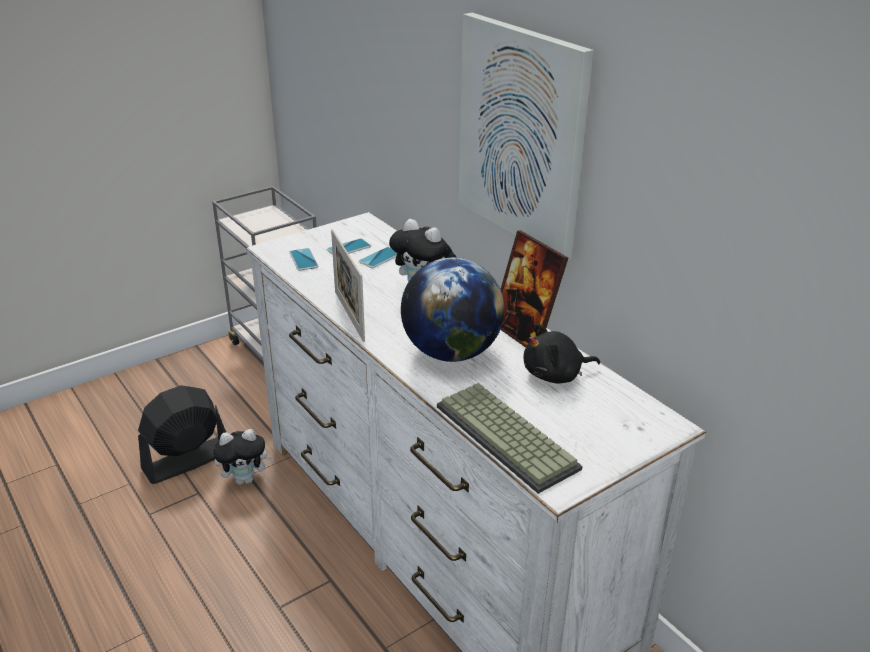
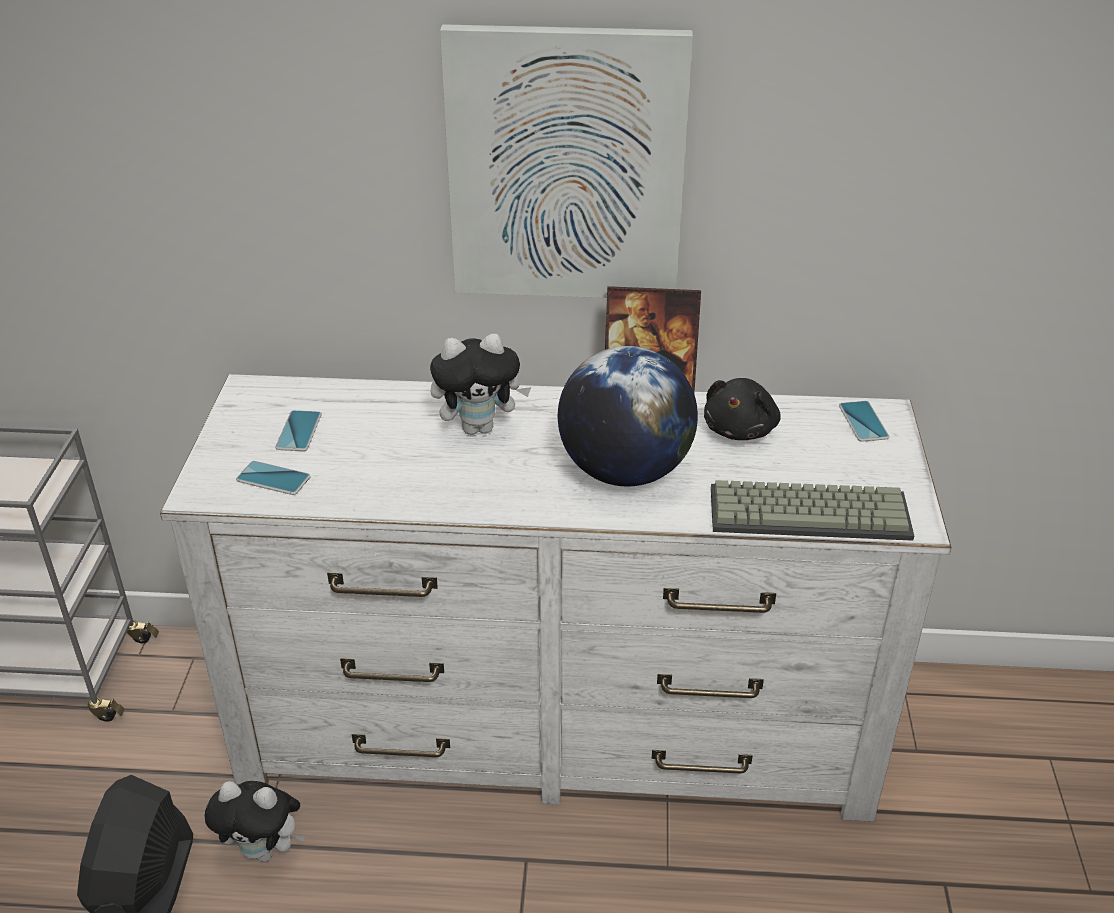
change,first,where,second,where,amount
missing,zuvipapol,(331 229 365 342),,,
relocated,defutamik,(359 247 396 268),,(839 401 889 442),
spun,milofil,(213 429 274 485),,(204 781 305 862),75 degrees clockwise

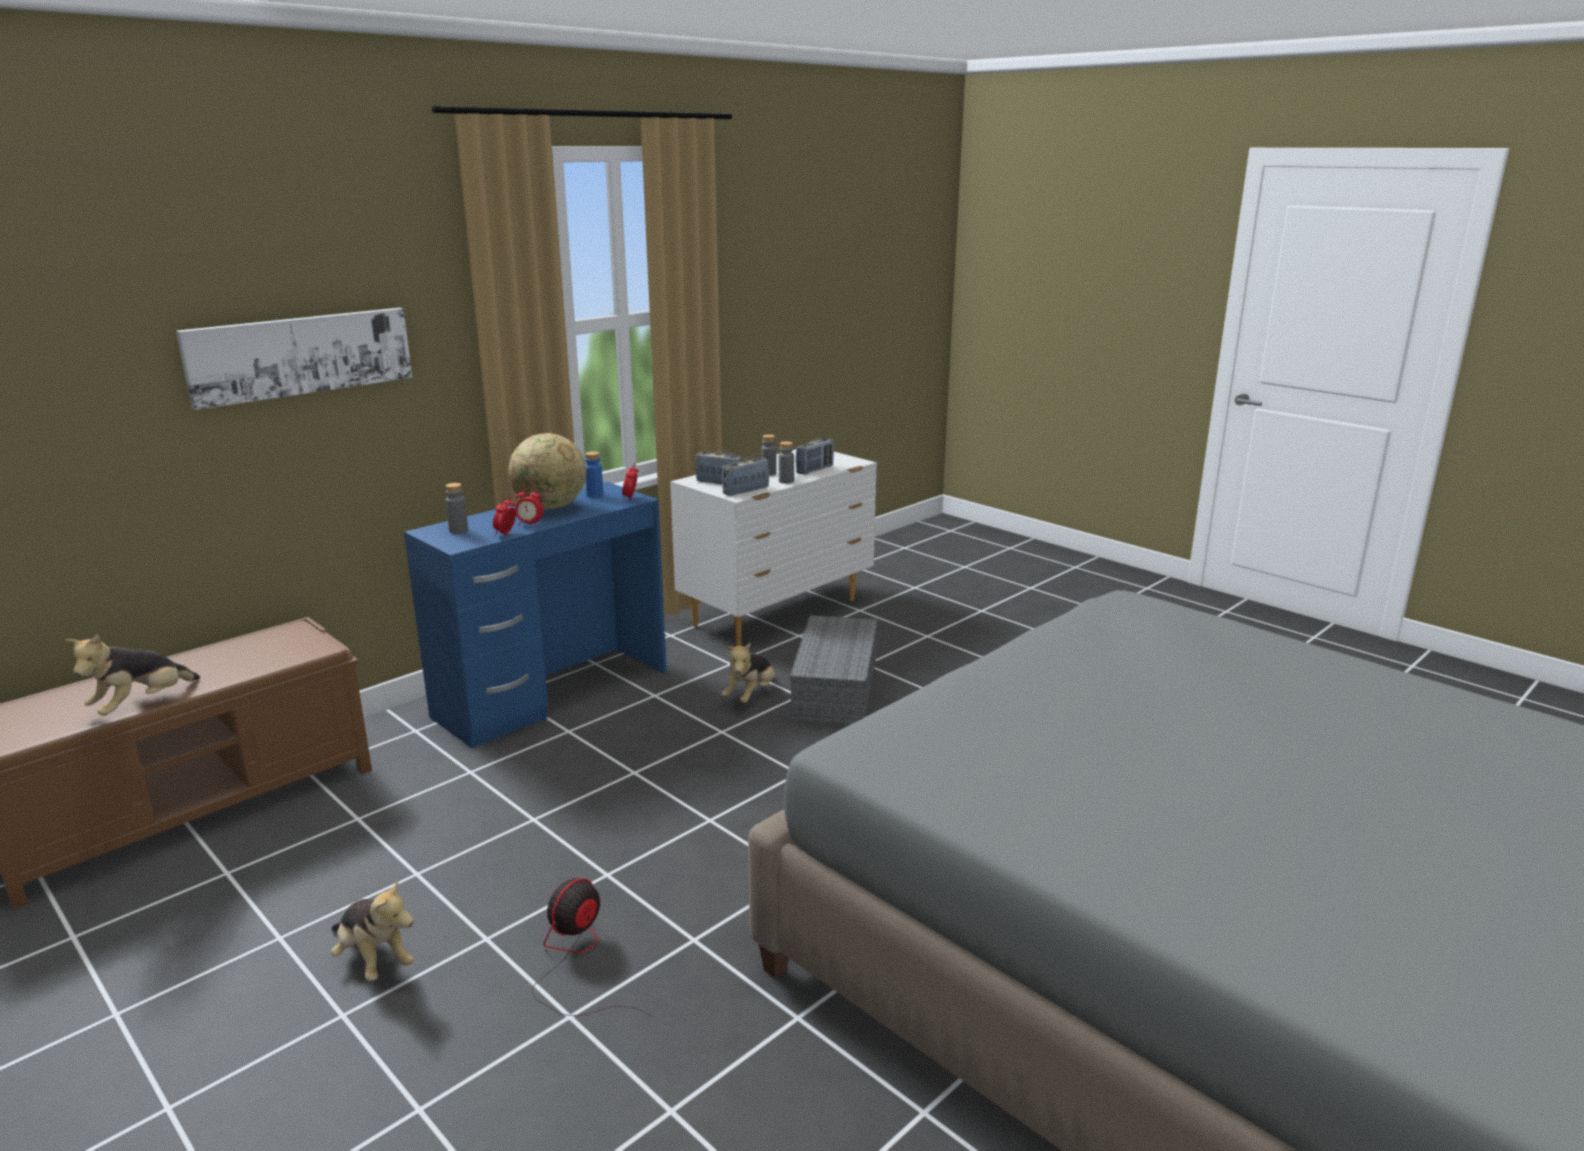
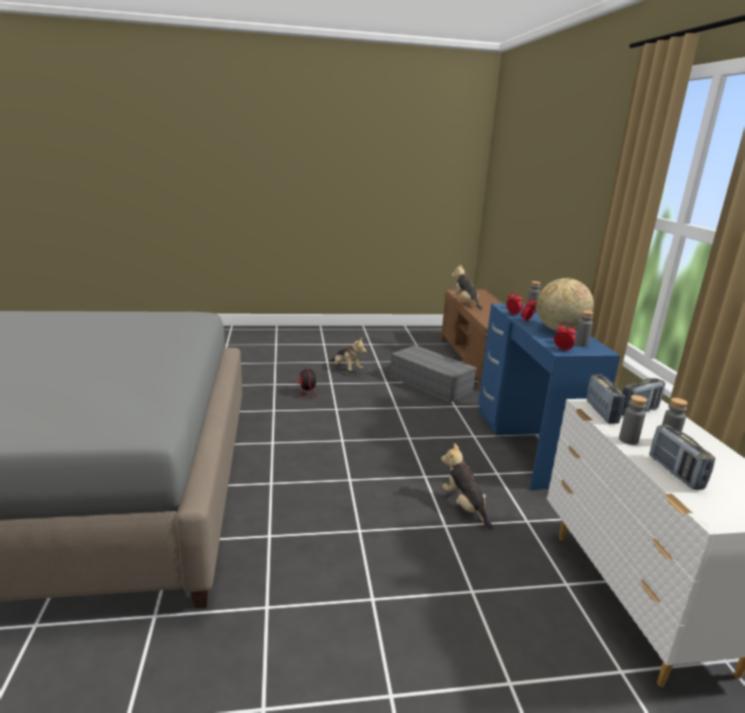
change,first,where,second,where,amount
missing,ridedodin,(176 308 412 410),,,
relocated,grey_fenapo,(790 615 878 725),,(390 345 477 403),
colour,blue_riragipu,(585 452 603 498),grey_riragipu,(575 311 594 347),
spun,milofil,(331 879 414 981),,(329 338 367 371),120 degrees counterclockwise

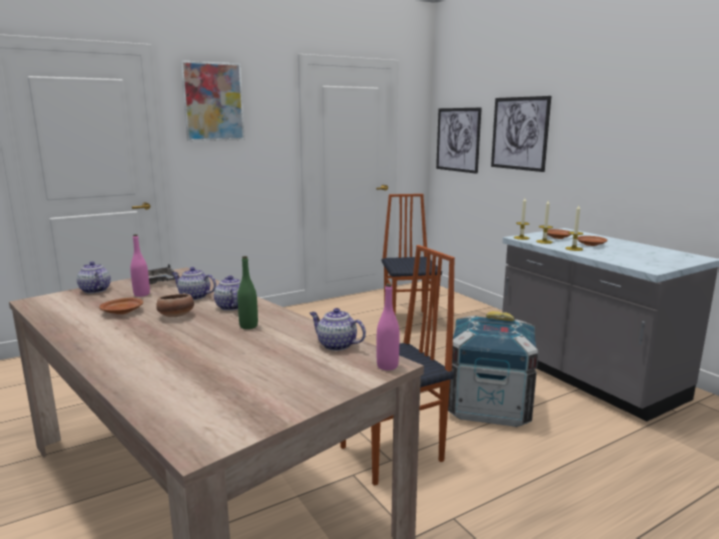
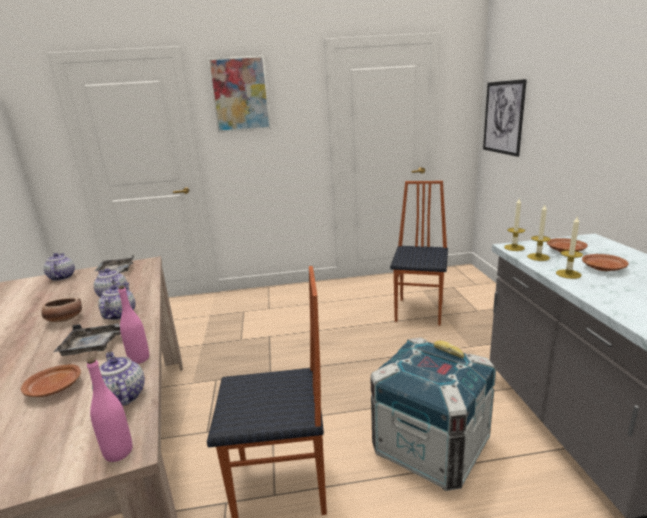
change,first,where,second,where,amount
missing,ridedodin,(491 96 551 172),,,
relocated,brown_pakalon,(99 298 143 314),,(21 364 81 397),
relocated,pink_riragipu,(130 234 150 297),,(118 286 149 364),
exchanged,green_riragipu,(237 256 258 329),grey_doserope,(54 323 121 356),

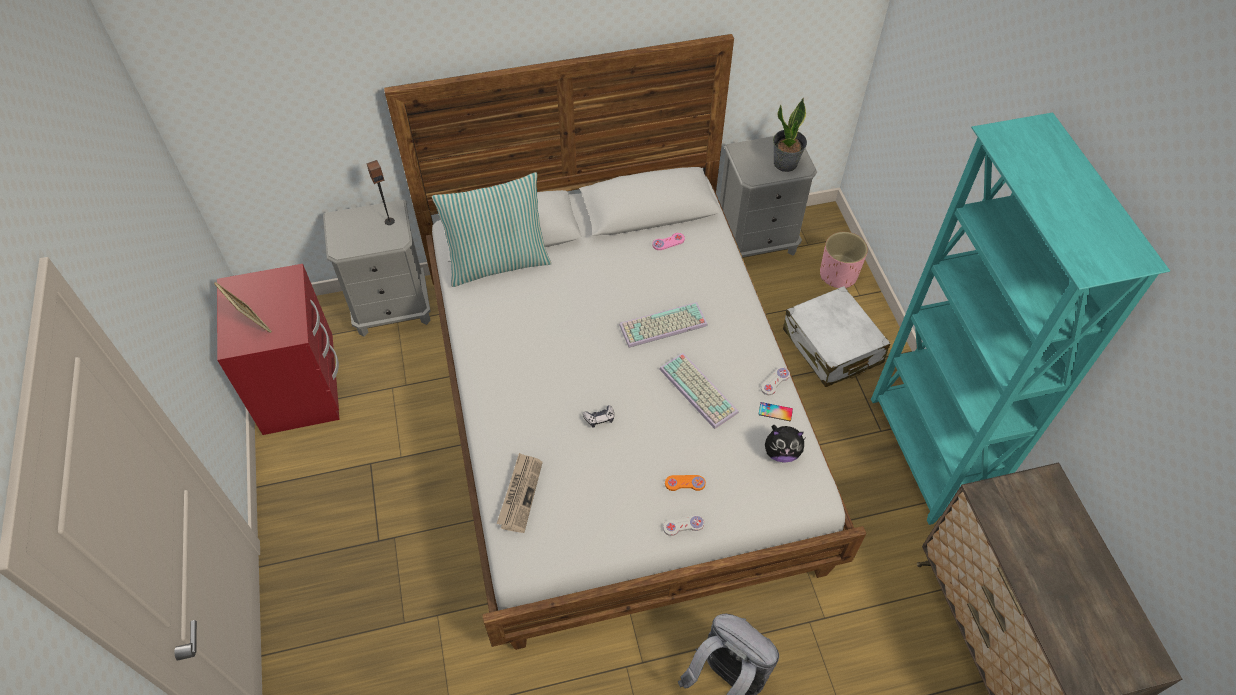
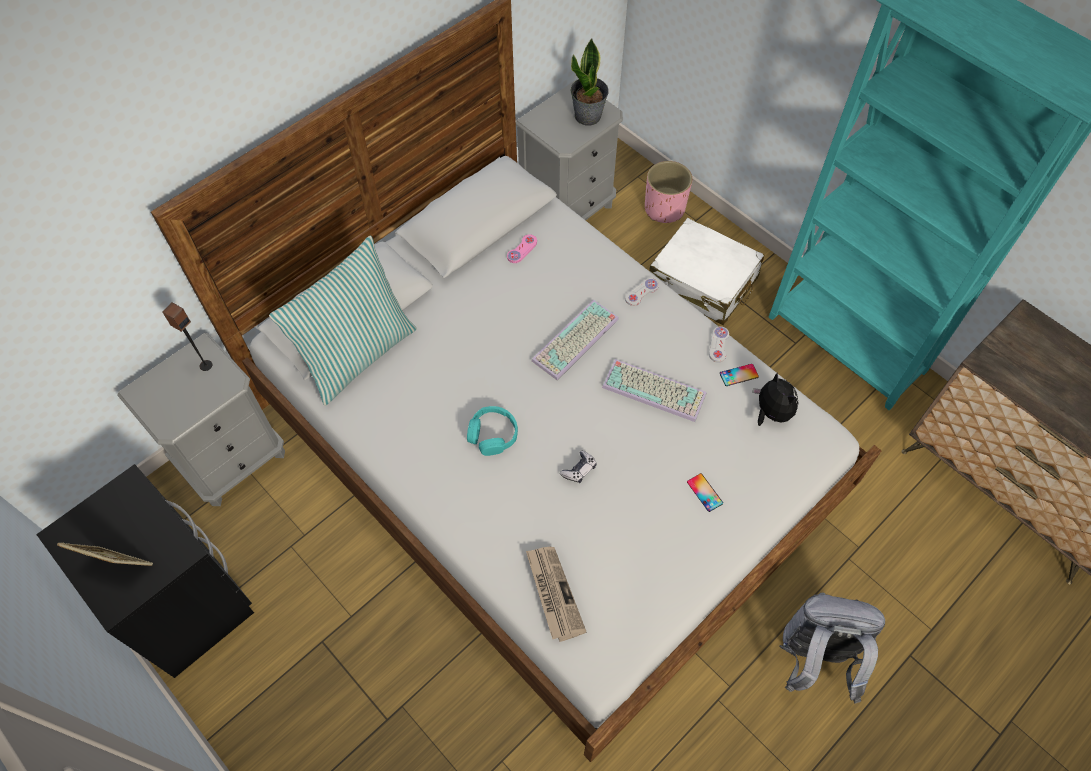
change,first,where,second,where,amount
appeared,,,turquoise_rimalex,(467 406 518 456),
relocated,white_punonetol,(663 515 704 536),,(625 278 659 306),
exchanged,orange_punonetol,(665 475 706 491),defutamik,(687 473 723 512),
colour,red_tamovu,(217 264 340 435),black_tamovu,(36 464 254 678),
spun,milofil,(765 425 804 463),,(752 373 798 426),90 degrees counterclockwise

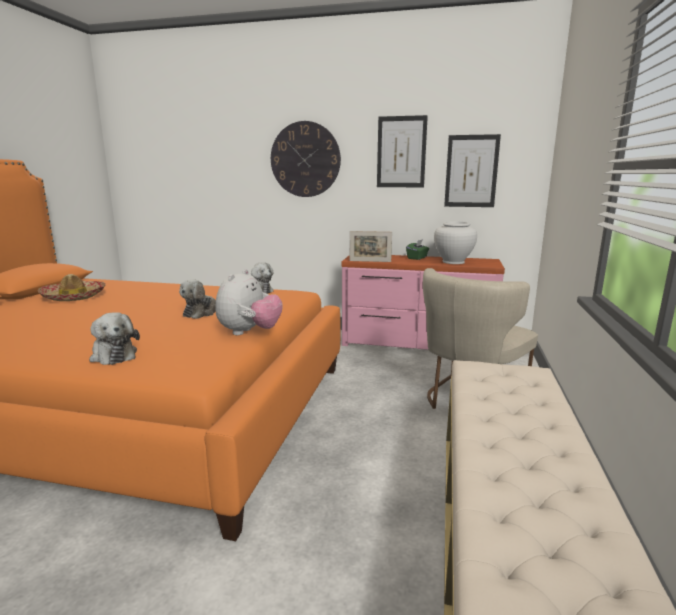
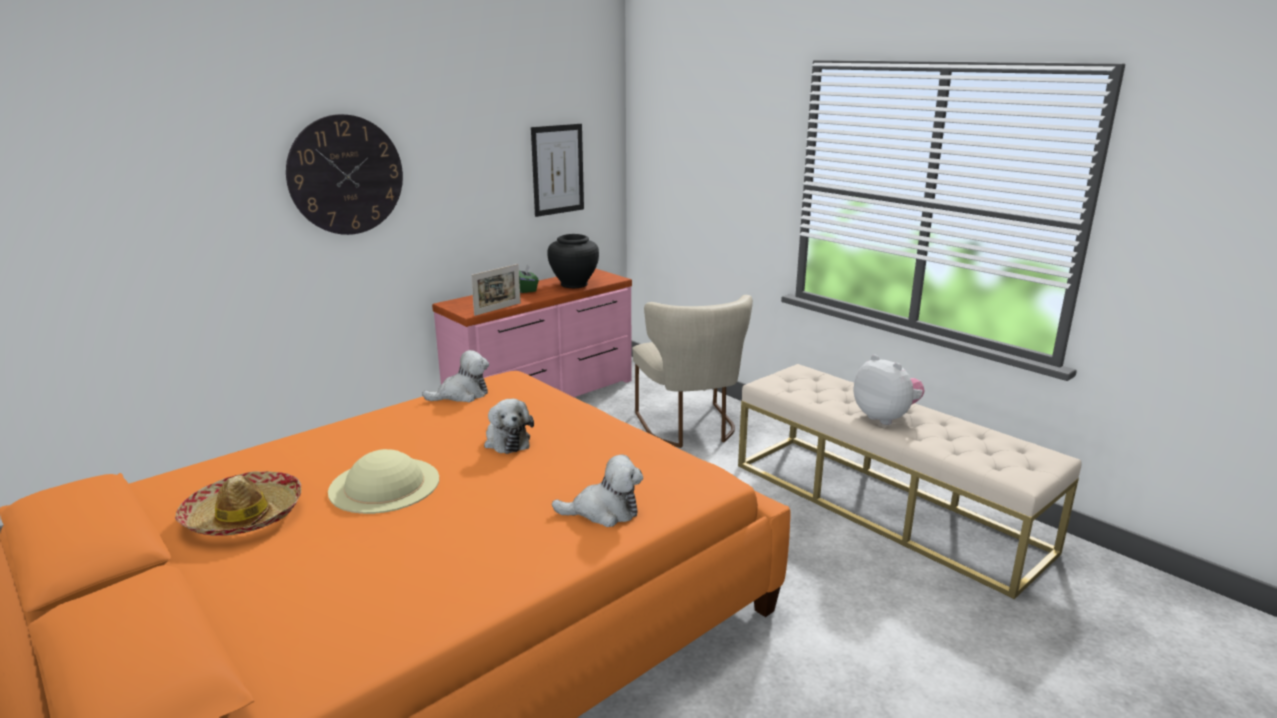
change,first,where,second,where,amount
missing,ridedodin,(377 115 428 187),,,
appeared,,,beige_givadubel,(328 449 439 514),
relocated,milofil,(215 269 283 335),,(854 355 925 425),
colour,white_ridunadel,(434 221 477 264),black_ridunadel,(547 234 599 288),

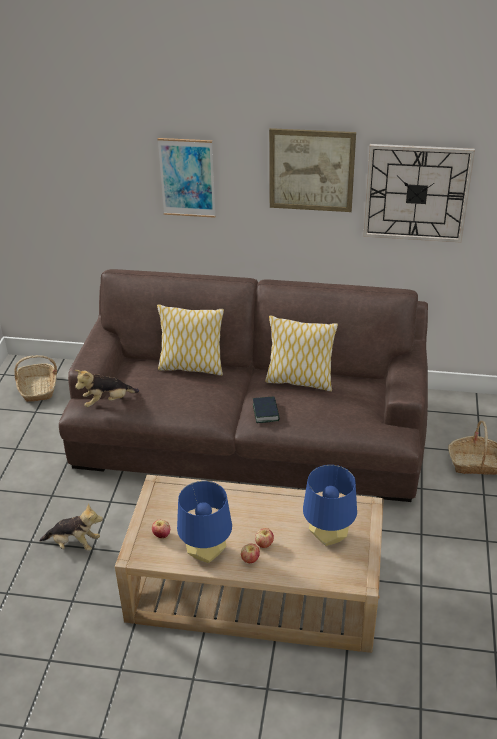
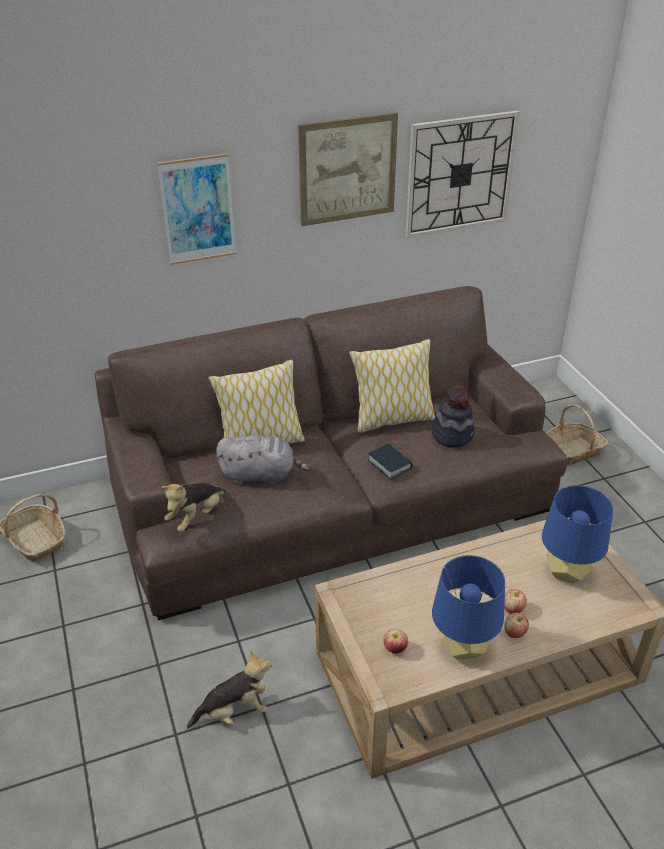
change,first,where,second,where,amount
appeared,,,grey_milofil,(216 435 309 484),
appeared,,,givadubel,(432 385 475 447),

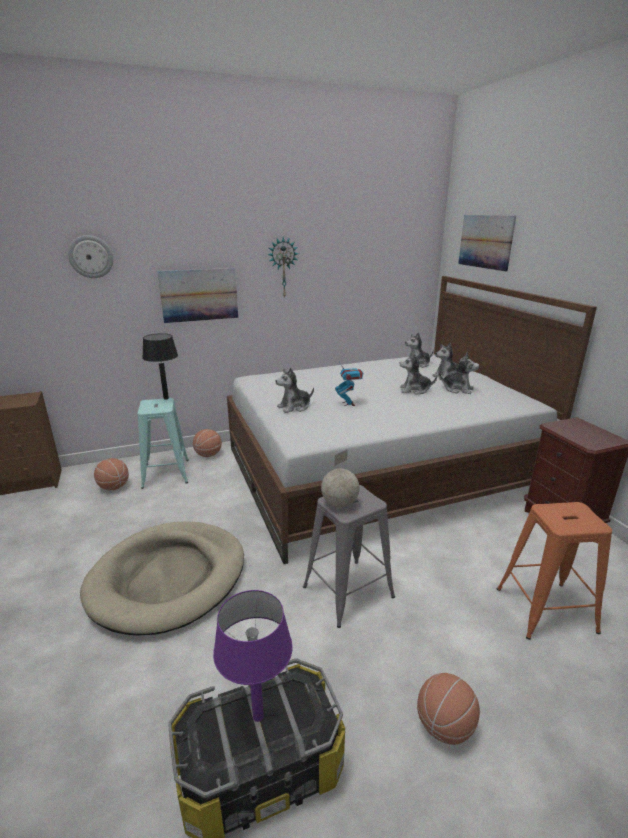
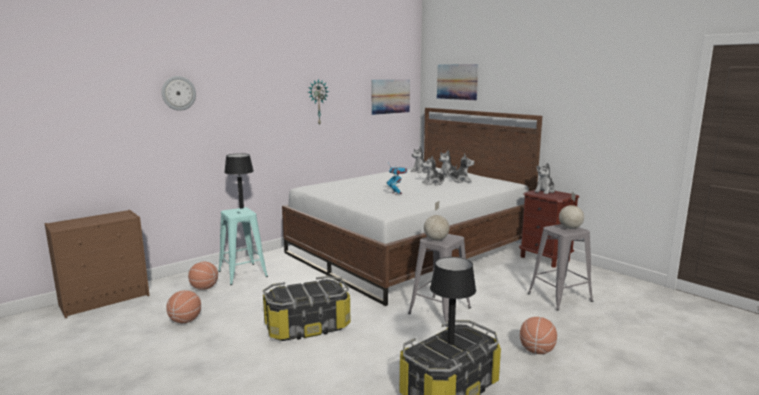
change,first,where,second,where,amount
appeared,,,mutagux,(559 192 584 229),
relocated,ridedodin,(157 268 238 323),,(372 79 410 115),
relocated,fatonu,(193 429 222 457),,(166 290 201 323),
relocated,milofil,(276 368 314 413),,(534 163 555 194),
exchanged,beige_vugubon,(80 521 244 635),fenapo,(263 276 350 341),
colour,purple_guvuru,(213 590 293 722),black_guvuru,(430 257 476 345),
colour,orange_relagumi,(497 502 612 640),grey_relagumi,(528 224 593 311),

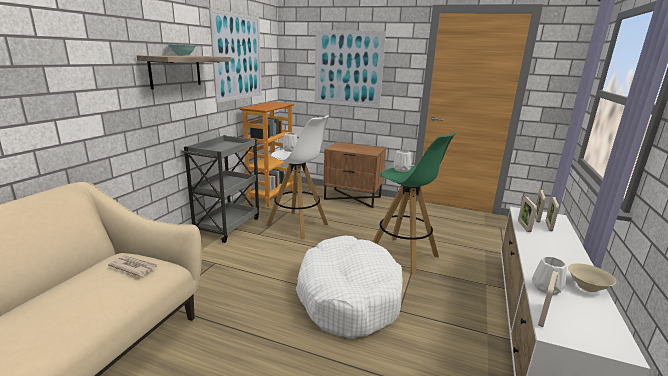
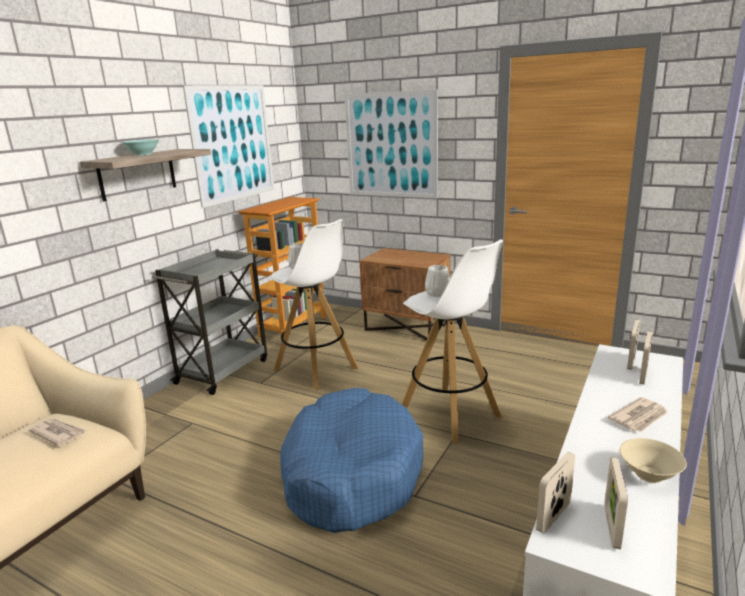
change,first,where,second,where,amount
missing,white_ridunadel,(532 257 567 295),,,
appeared,,,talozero,(608 397 668 432),
relocated,zuvipapol,(518 196 537 232),,(605 457 628 549),
colour,white_vugubon,(296 236 403 339),blue_vugubon,(280 388 423 533),
colour,green_relagumi,(373 132 457 275),white_relagumi,(402 239 503 444),

